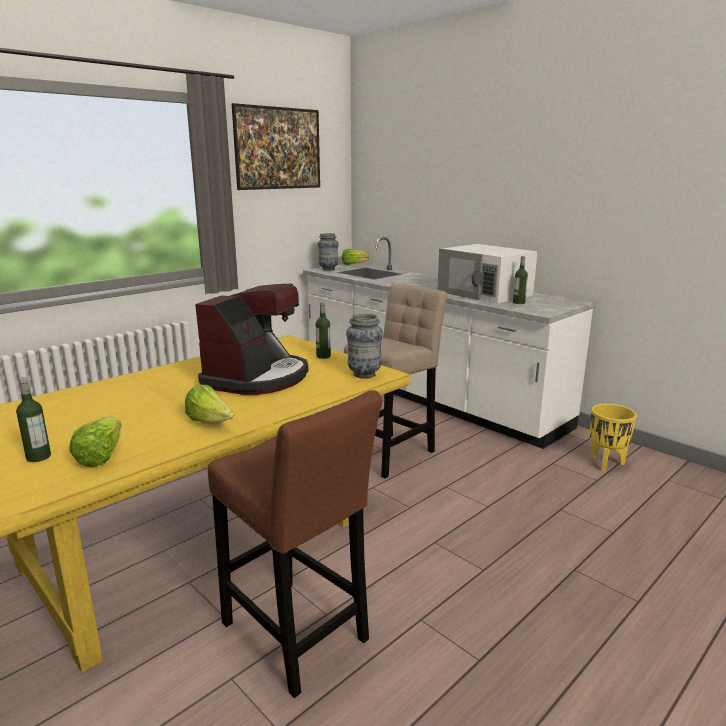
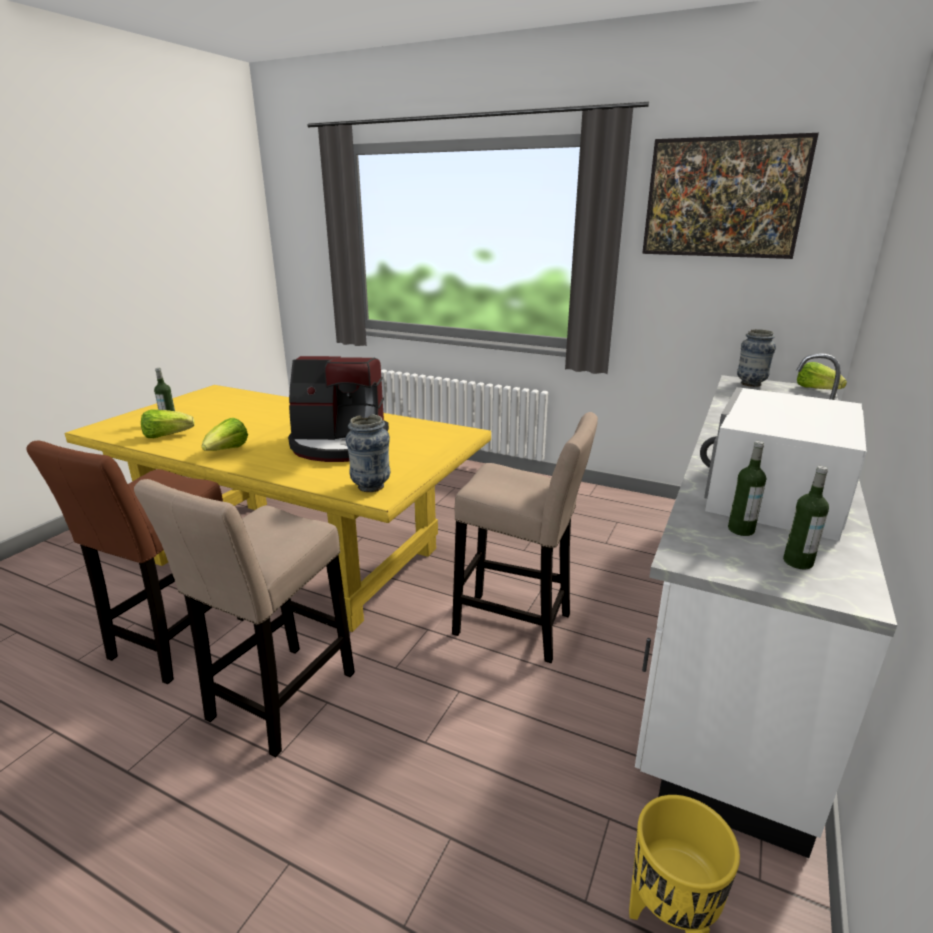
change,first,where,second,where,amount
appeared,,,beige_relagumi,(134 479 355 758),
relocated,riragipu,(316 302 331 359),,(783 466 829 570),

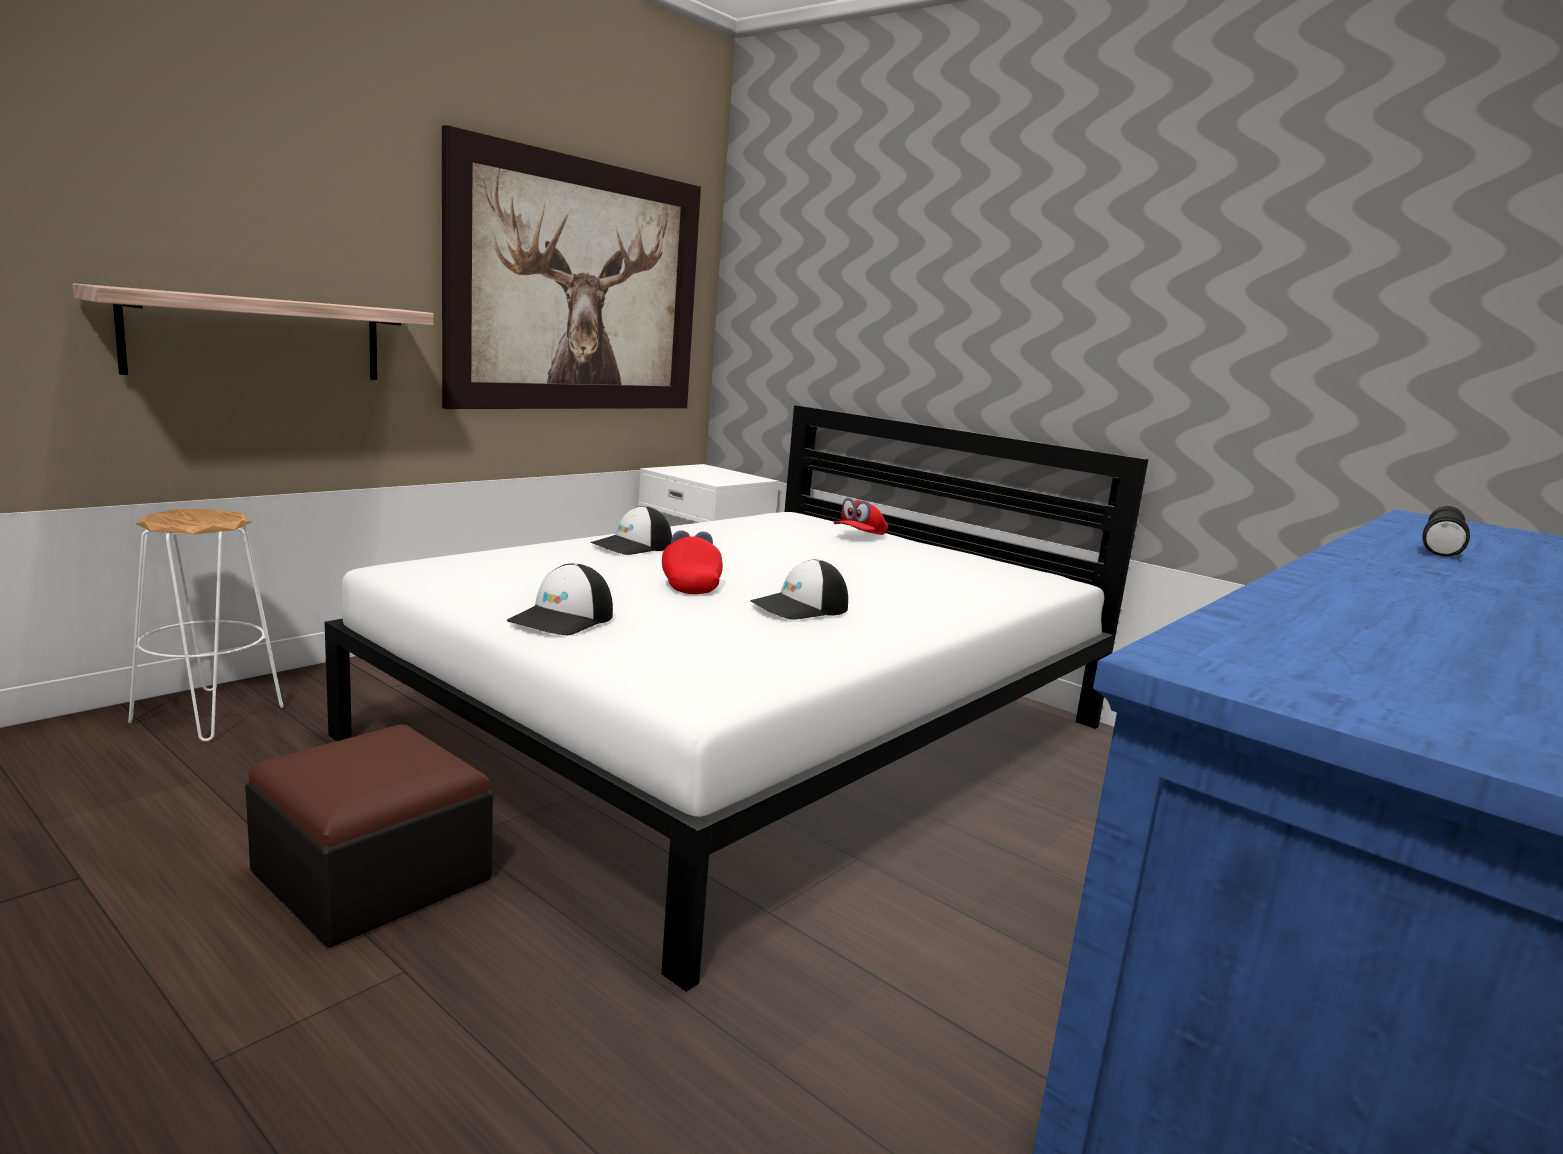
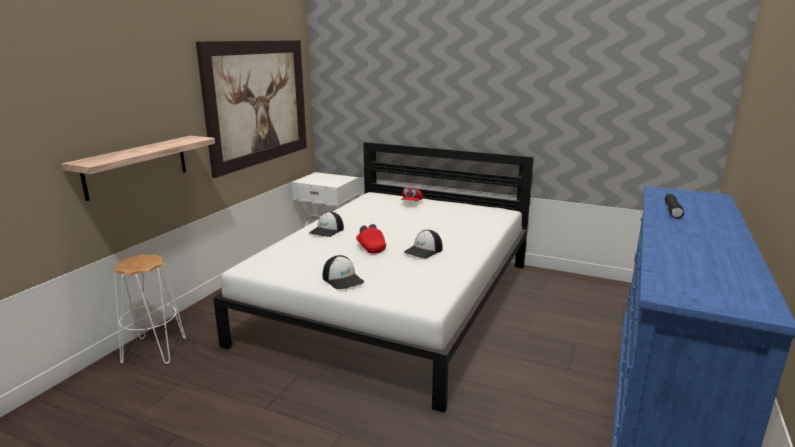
change,first,where,second,where,amount
missing,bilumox,(245 725 493 948),,,
spun,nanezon,(507 563 613 636),,(323 255 364 289),45 degrees counterclockwise

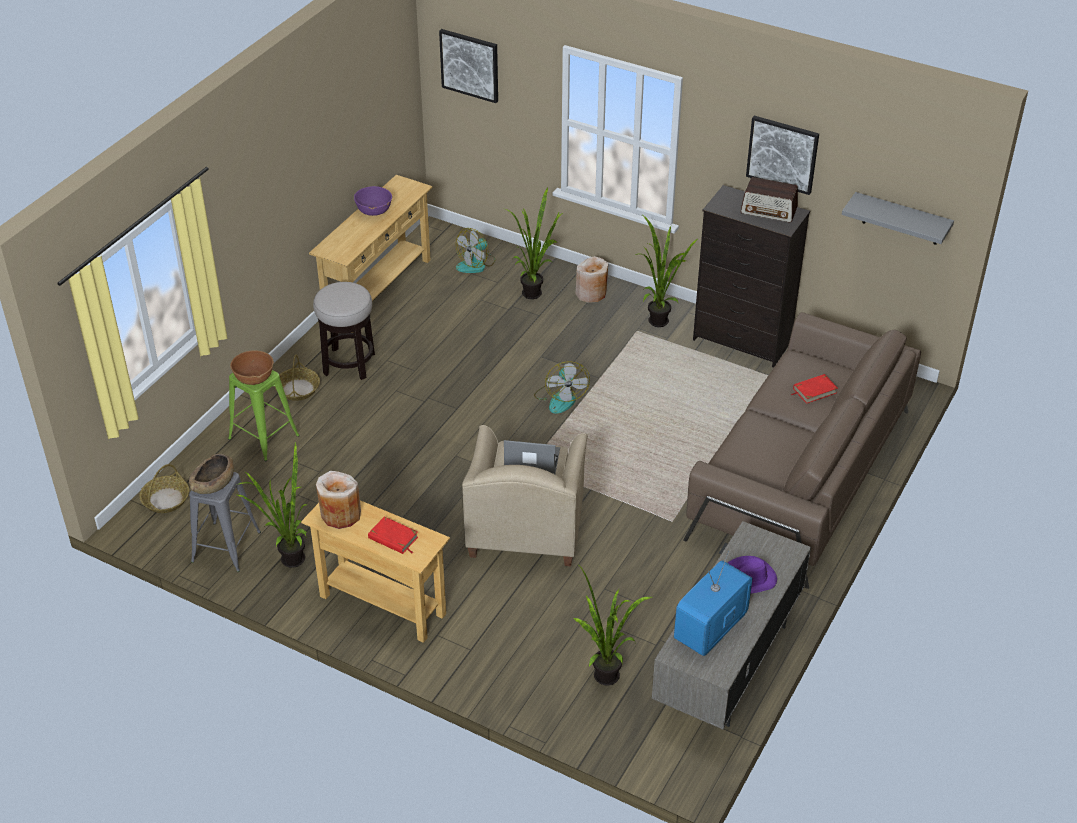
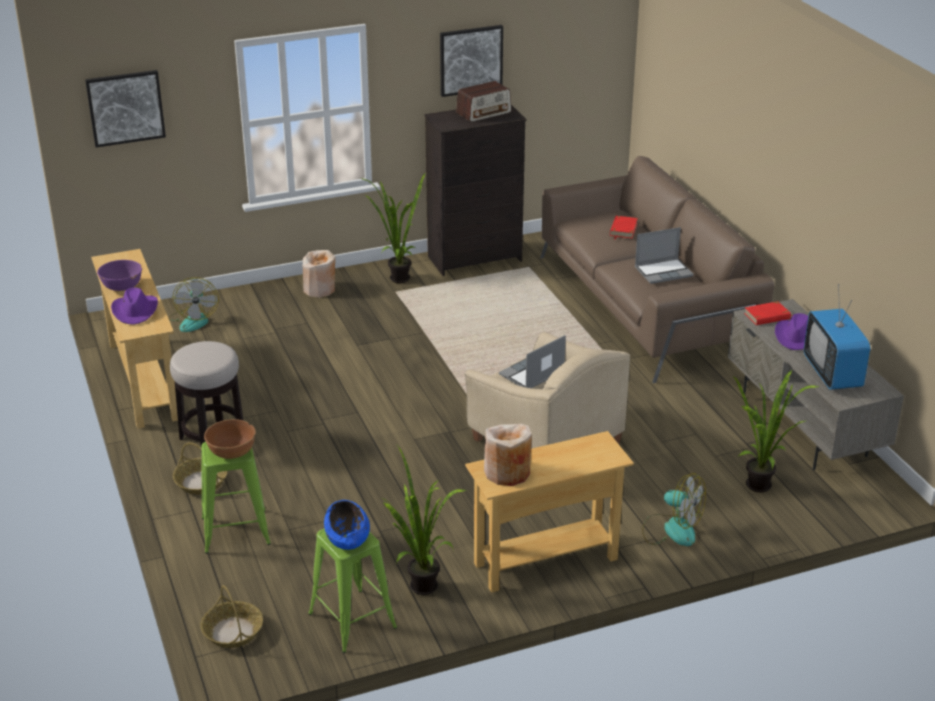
change,first,where,second,where,amount
missing,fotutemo,(506 188 563 299),,,
missing,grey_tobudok,(842 192 954 245),,,
appeared,,,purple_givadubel,(111 288 158 325),
appeared,,,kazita,(635 227 694 284),
relocated,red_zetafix,(368 517 418 554),,(744 301 793 325),
relocated,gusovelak,(534 361 590 414),,(642 473 706 546),
colour,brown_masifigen,(189 454 234 494),blue_masifigen,(324 500 370 550),
colour,grey_relagumi,(189 472 261 572),green_relagumi,(308 528 397 653),

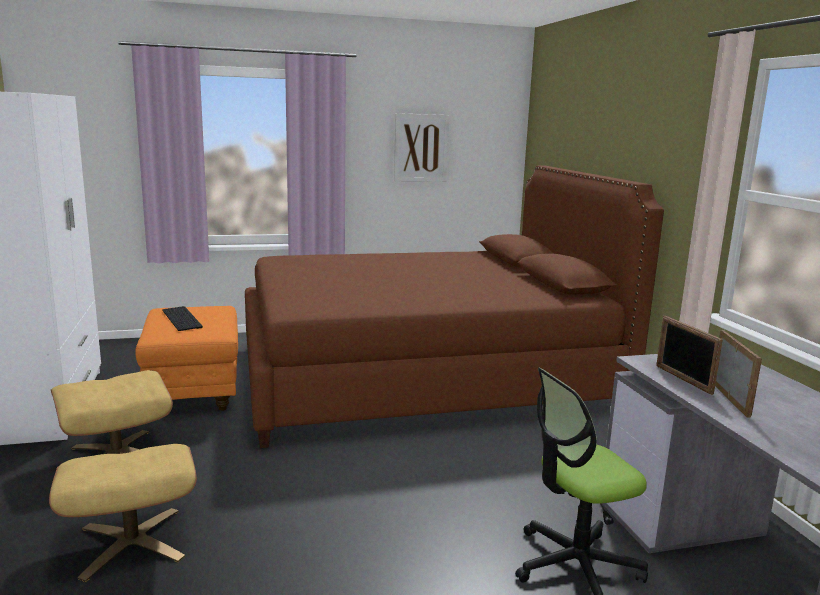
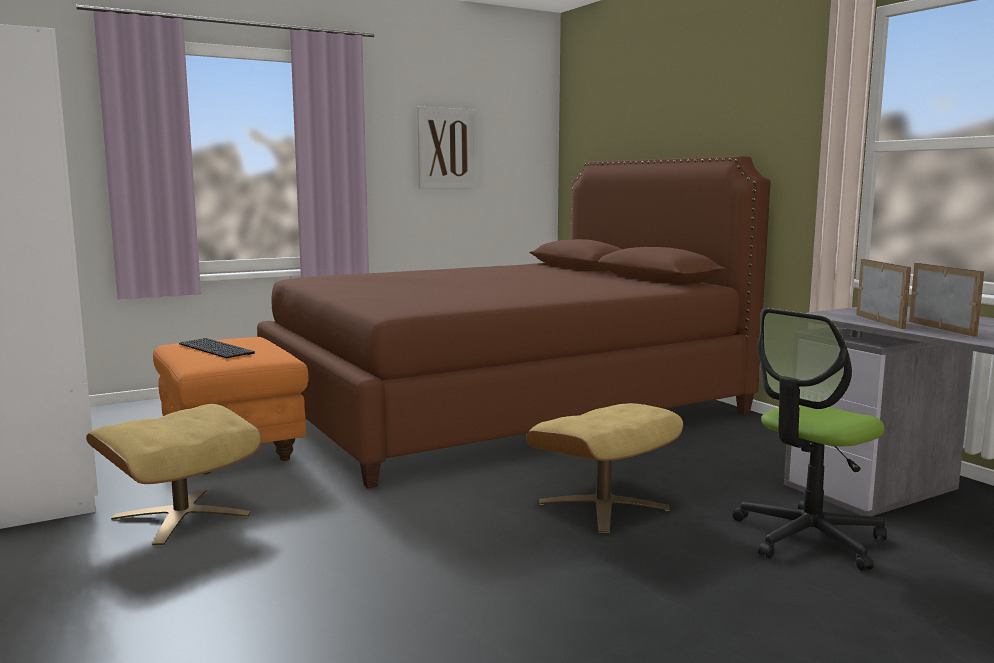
change,first,where,second,where,amount
relocated,beige_bilumox,(49 444 197 582),,(526 403 683 533),
spun,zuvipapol,(656 316 723 395),,(856 259 911 329),150 degrees counterclockwise

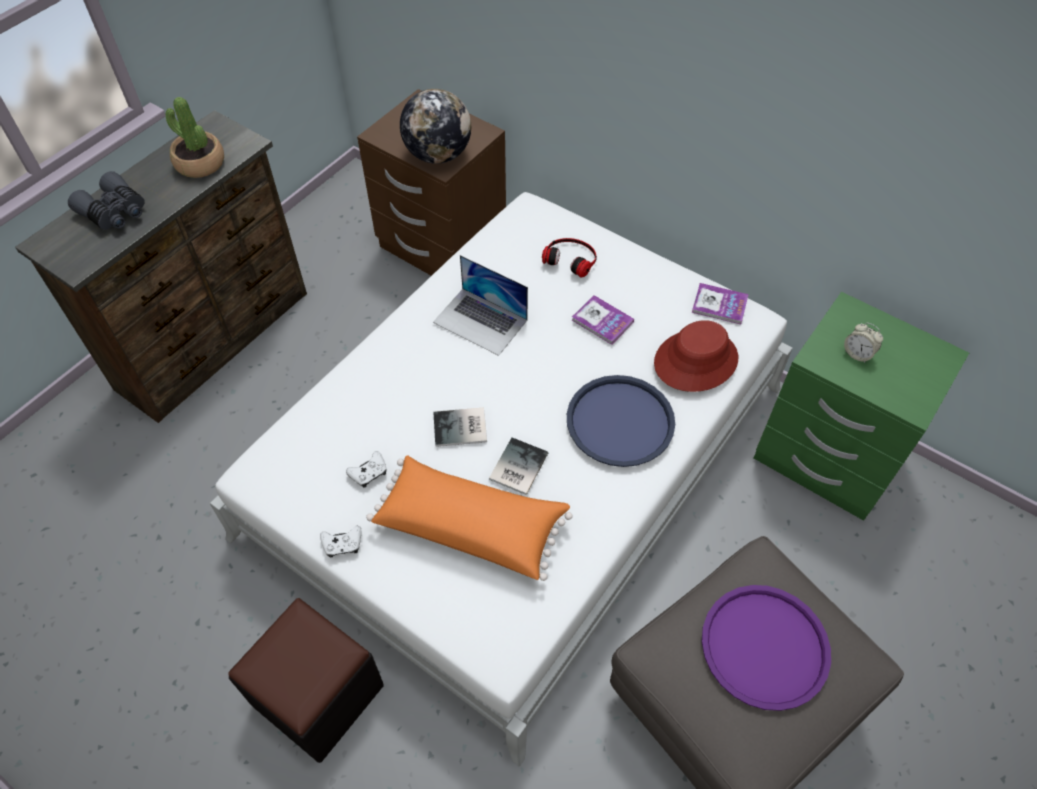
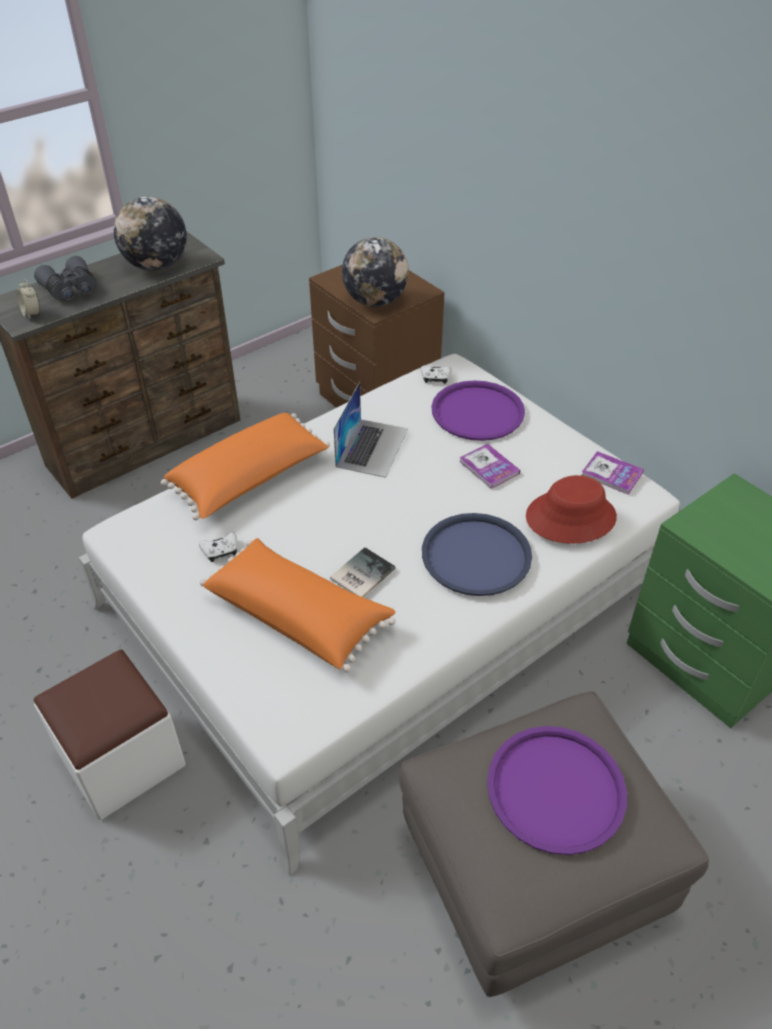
change,first,where,second,where,amount
missing,zetafix,(433 408 487 447),,,
appeared,,,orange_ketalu,(161 413 330 520),
relocated,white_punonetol,(320 525 362 558),,(421 365 452 384),
relocated,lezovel,(844 323 883 363),,(17 279 40 319),
exchanged,fotutemo,(166 97 224 178),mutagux,(114 196 187 271),
exchanged,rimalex,(542 238 597 278),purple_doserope,(432 380 525 441),
colour,black_bilumox,(229 598 383 763),white_bilumox,(34 649 186 820),
spun,kazita,(433 255 528 356),,(334 382 408 478),120 degrees counterclockwise

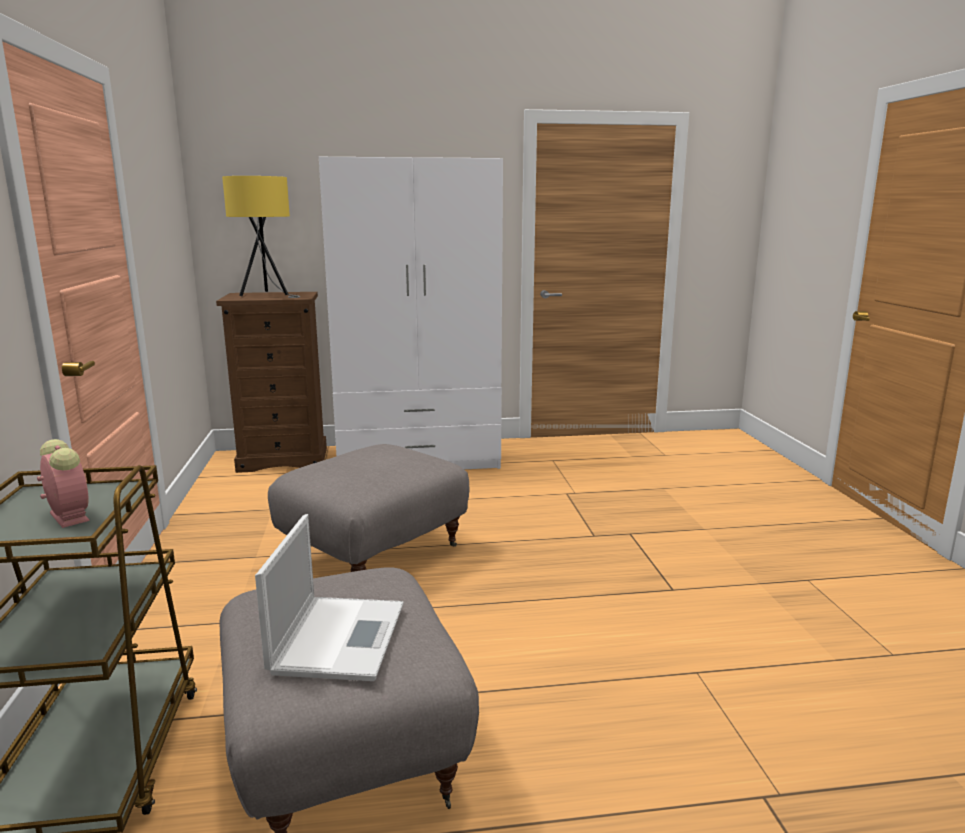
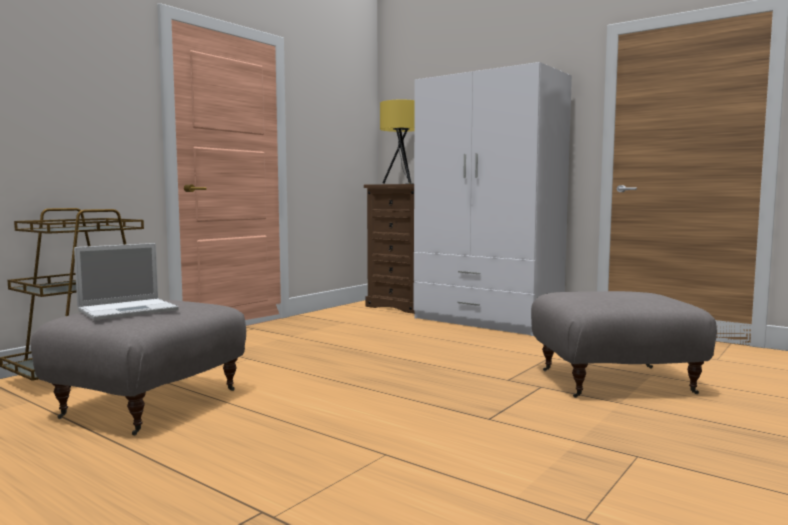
change,first,where,second,where,amount
missing,lezovel,(37 439 90 528),,,
relocated,grey_bilumox,(268 444 470 572),,(531 291 717 398),

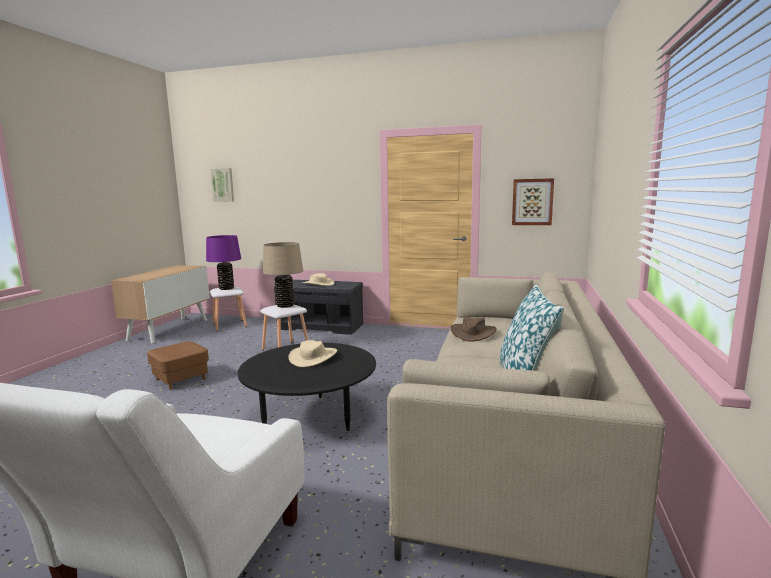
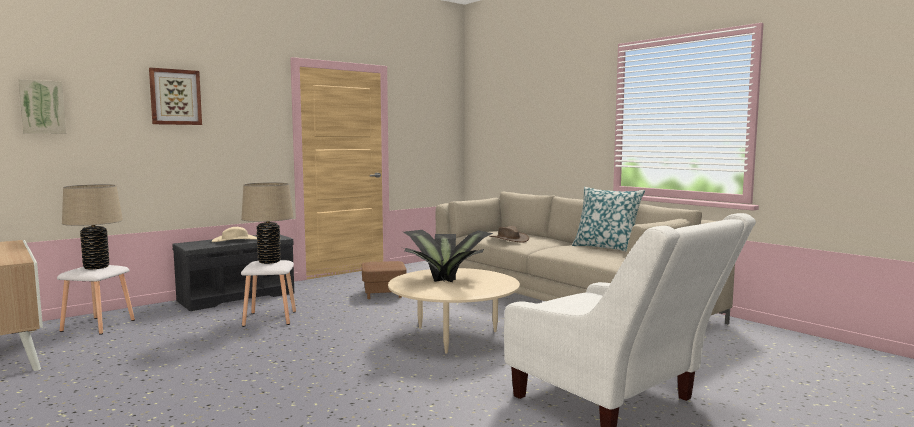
change,first,where,second,where,amount
relocated,brown_bilumox,(147 341 209 390),,(362 261 406 299),
relocated,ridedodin,(512 178 554 225),,(149 67 202 125),
exchanged,beige_givadubel,(289 340 337 367),fotutemo,(400 230 493 282),
colour,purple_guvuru,(206 235 241 290),beige_guvuru,(62 184 123 269),
colour,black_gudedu,(238 342 376 431),beige_gudedu,(388 268 520 354),

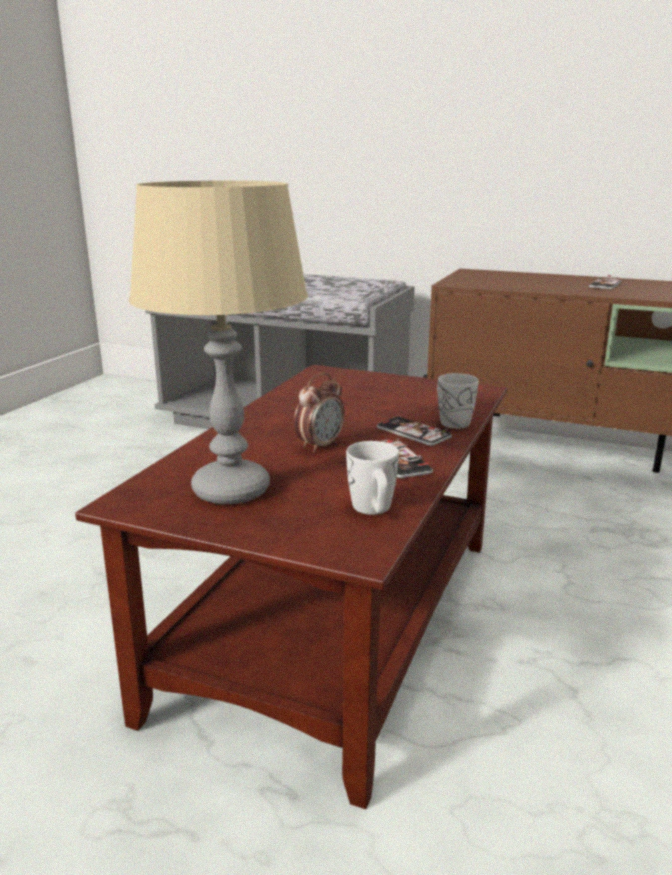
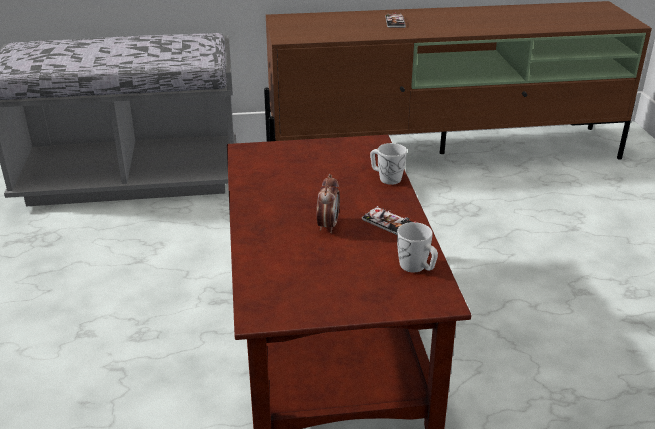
change,first,where,second,where,amount
missing,beige_guvuru,(129 181 308 504),,,
missing,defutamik,(377 416 452 446),,,

